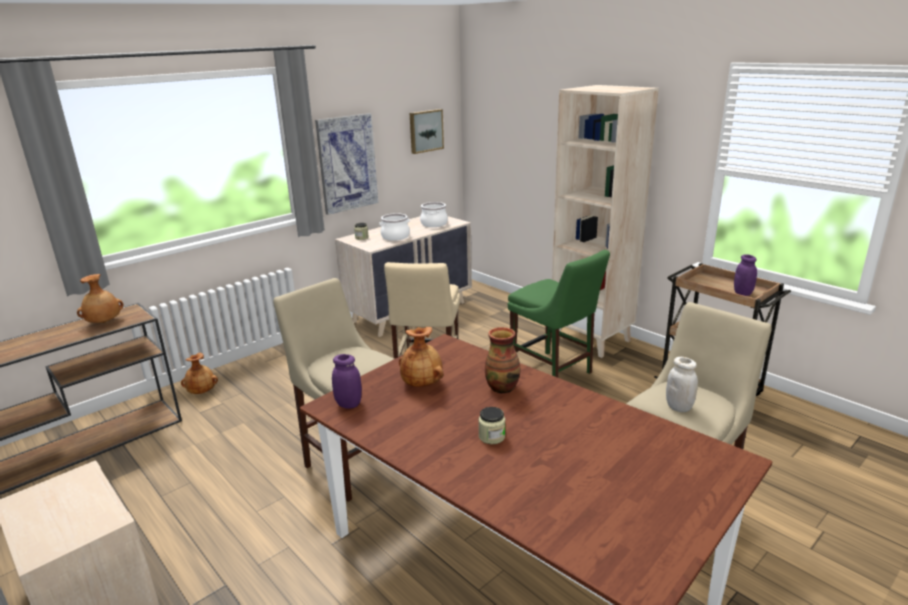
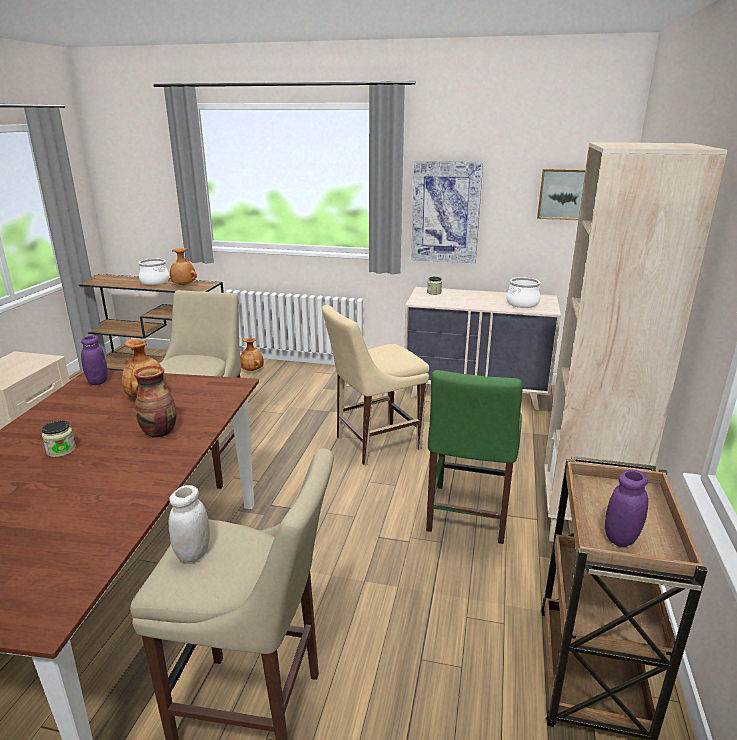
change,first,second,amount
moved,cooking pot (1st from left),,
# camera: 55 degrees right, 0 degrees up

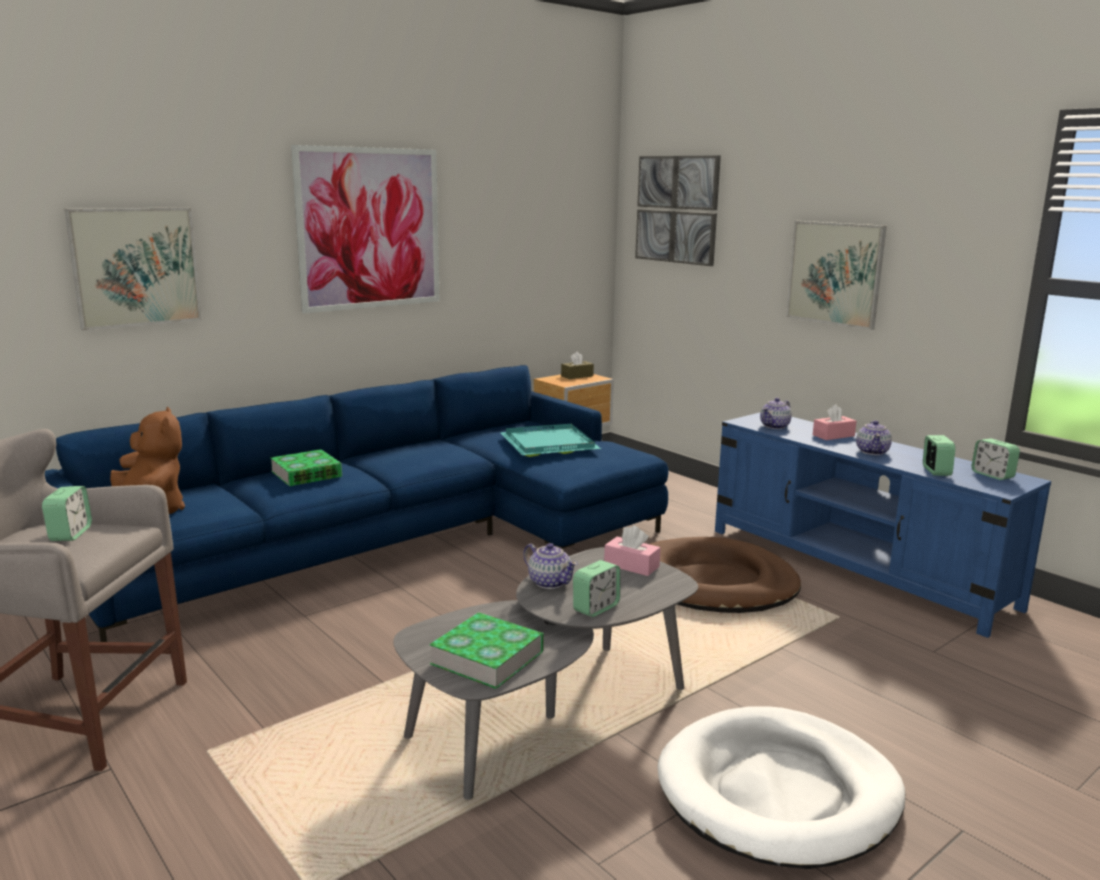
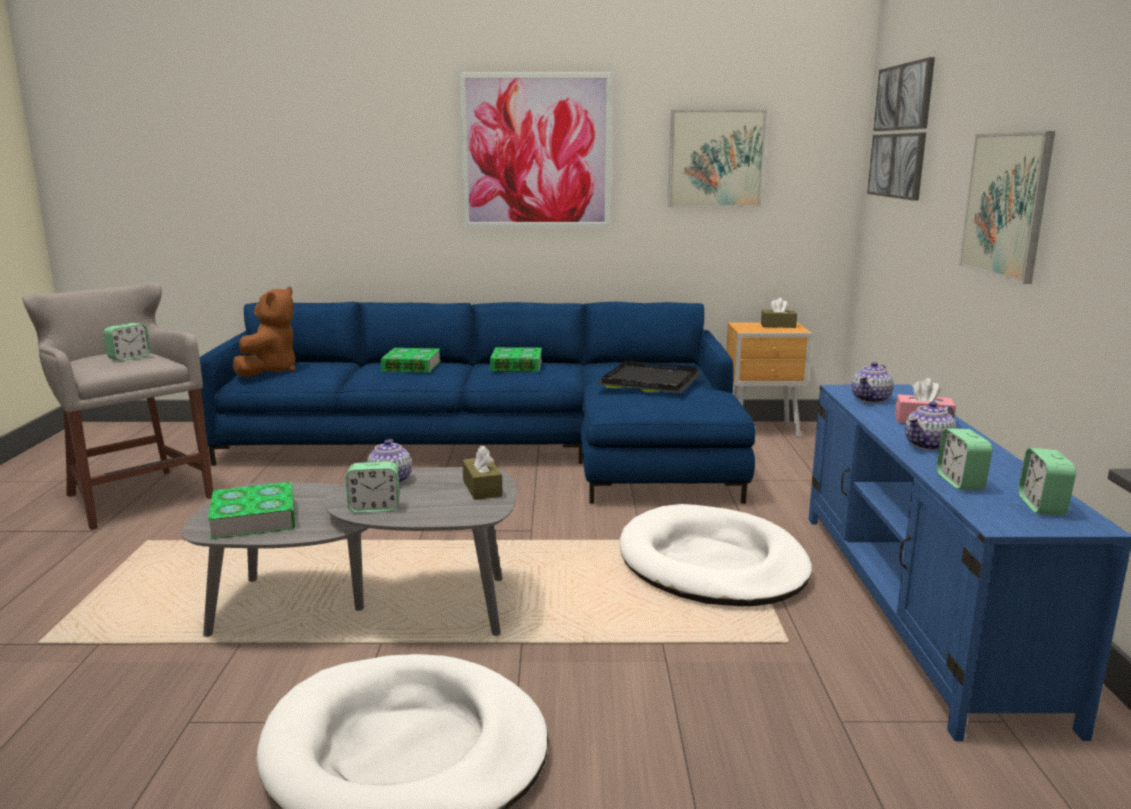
change,first,second,amount
moved,picture (1st from left in the first image),picture (2nd from left),
turned,teapot (2nd from left),,45 degrees counterclockwise
recoloured,tray in turquoise,tray in black,
turned,alarm clock (3rd from left),,135 degrees clockwise
recoloured,tissue box in pink (1st from left),tissue box in brown (1st from left),
recoloured,dog bed in brown,dog bed in white (2nd from left),
added,,book (3rd from left),
# camera: 40 degrees right, 0 degrees up

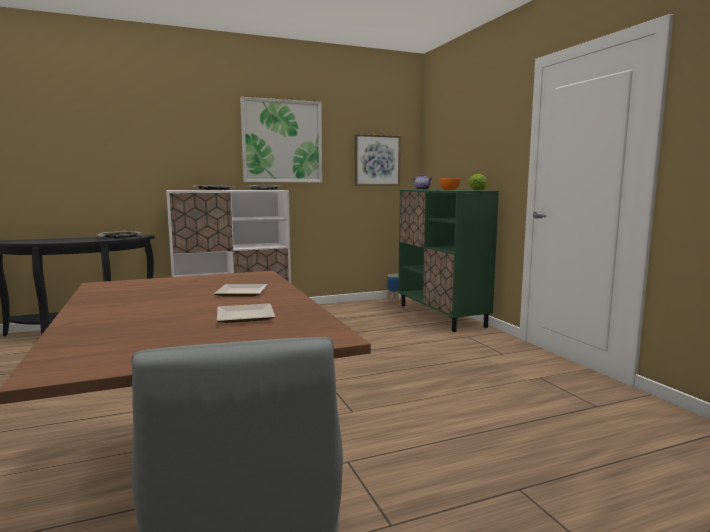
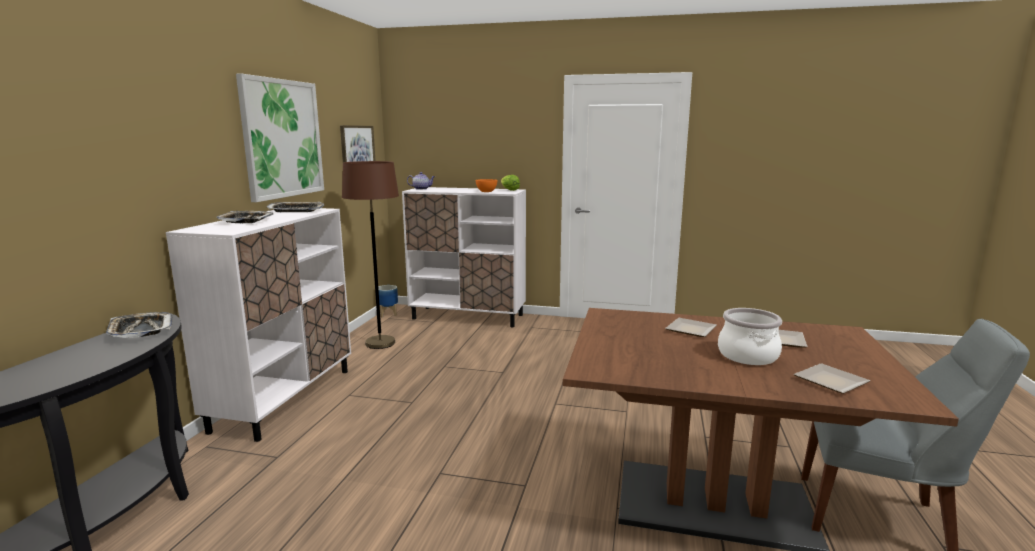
change,first,second,amount
recoloured,cabinet in green,cabinet in white (2nd from left),
added,,floor lamp in brown,
added,,cooking pot,
added,,plate (3rd from left),
# camera: 55 degrees left, 5 degrees up

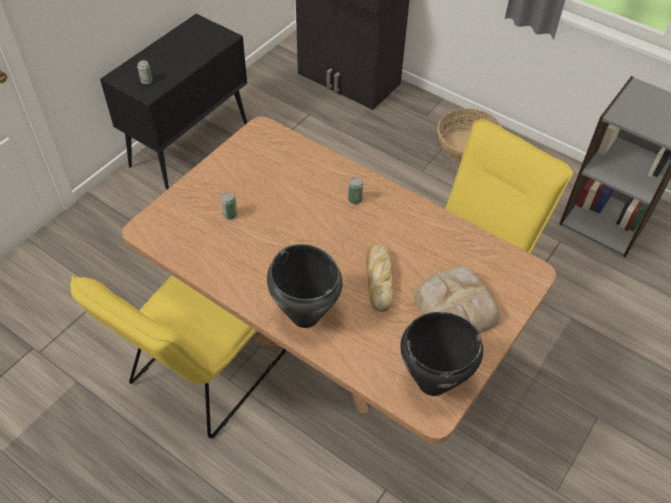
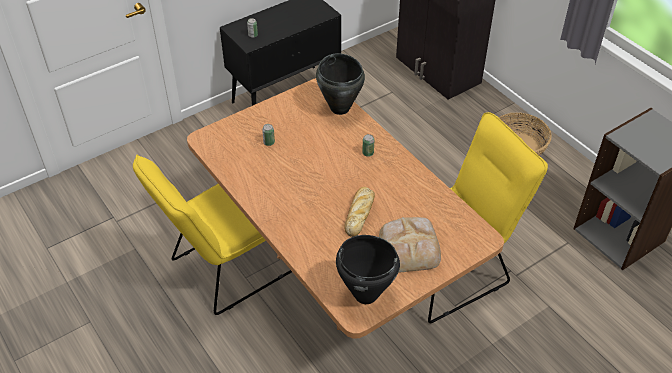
change,first,second,amount
moved,cooking pot in black (1st from left),,
# camera: 20 degrees right, 5 degrees down

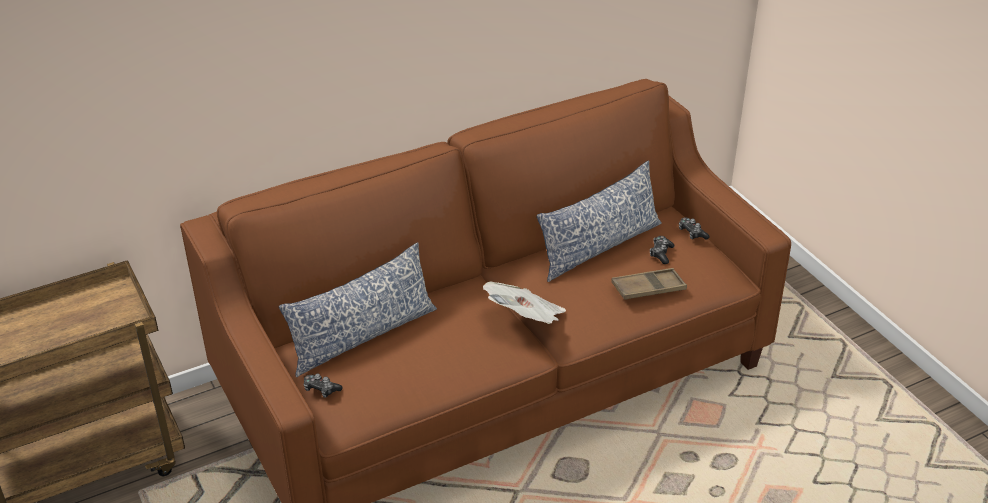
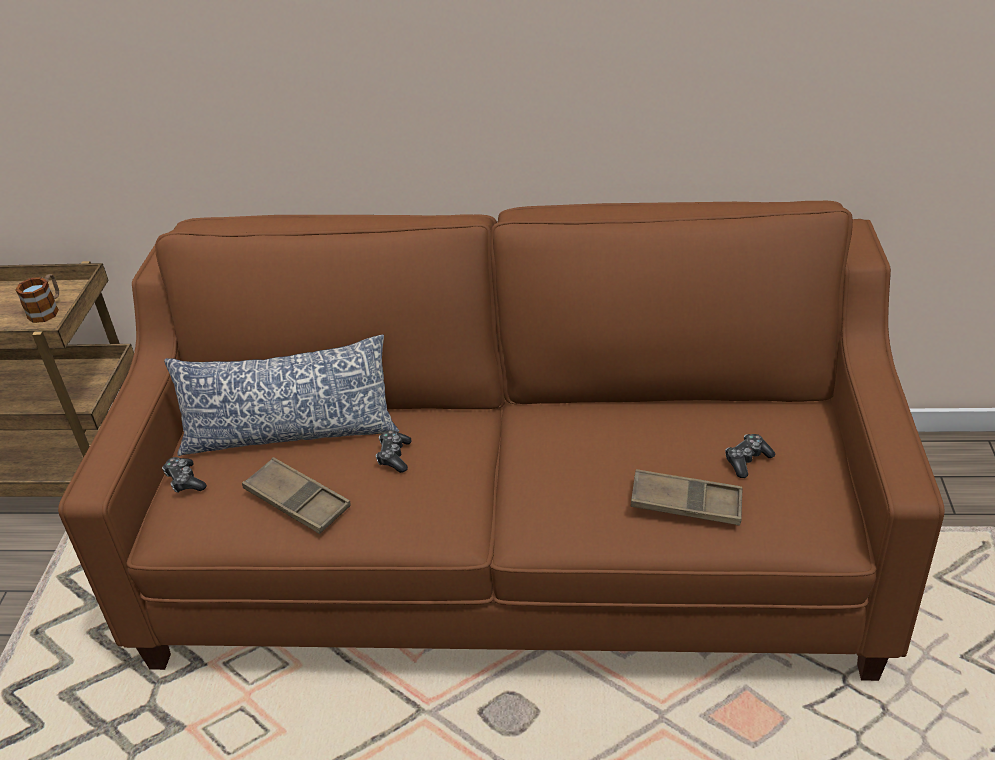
change,first,second,amount
removed,pillow (2nd from left),,
moved,game controller (3rd from left in the first image),game controller (2nd from left),
removed,newspaper,,
added,,mug,
added,,tray in brown (1st from left),
# camera: 35 degrees right, 0 degrees up

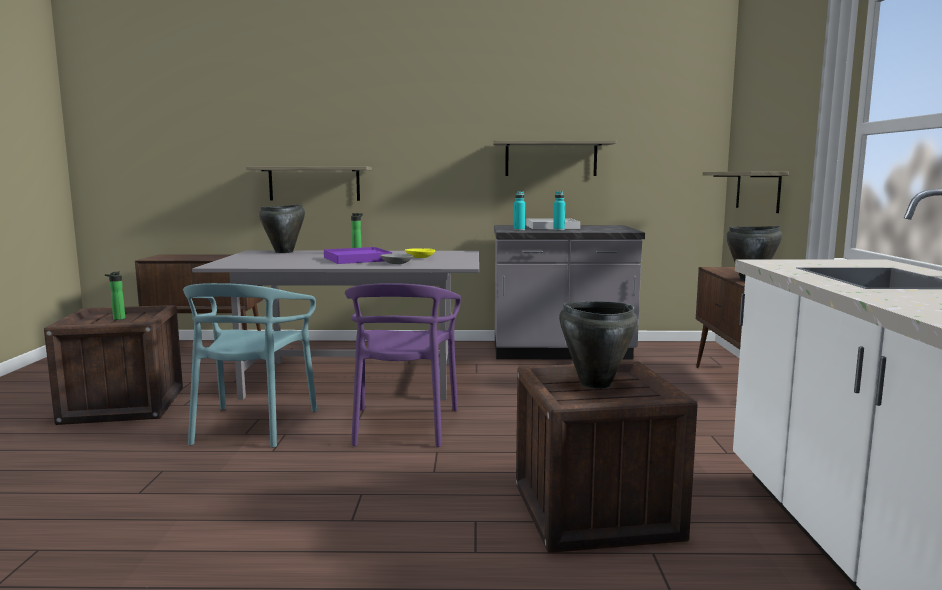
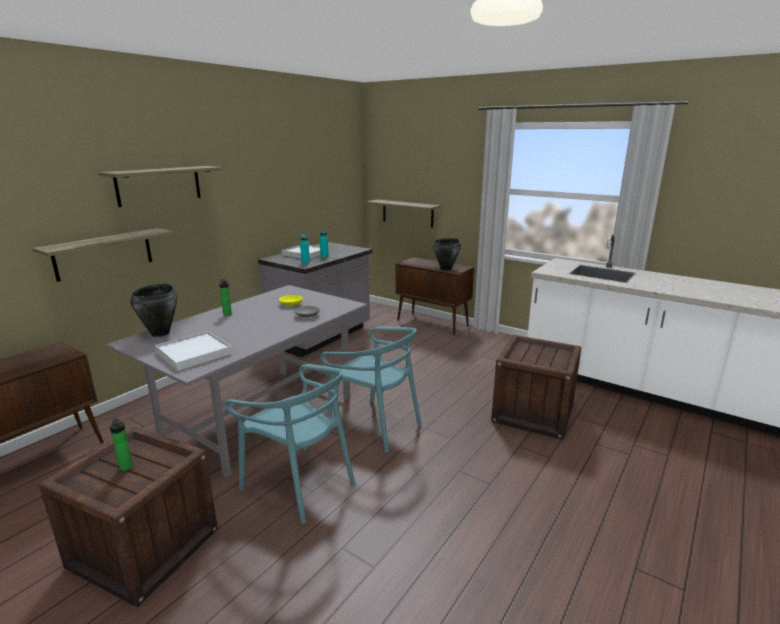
change,first,second,amount
moved,shelf (2nd from left),,
removed,tray in purple,,
recoloured,chair in purple,chair in turquoise (2nd from left),
removed,cooking pot in black (2nd from left),,
added,,tray in white (1st from left),
# camera: 55 degrees left, 10 degrees up

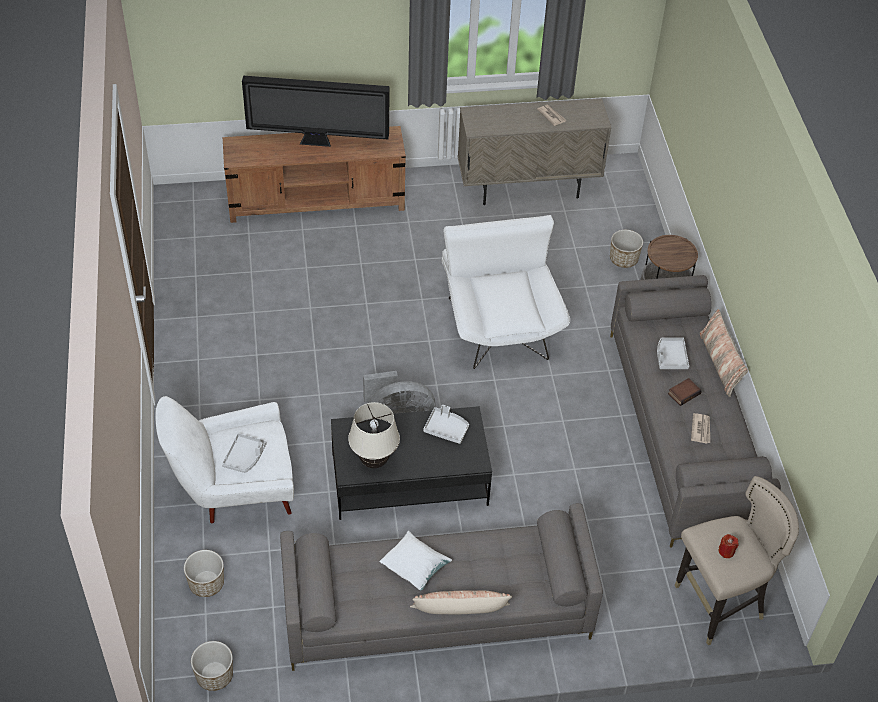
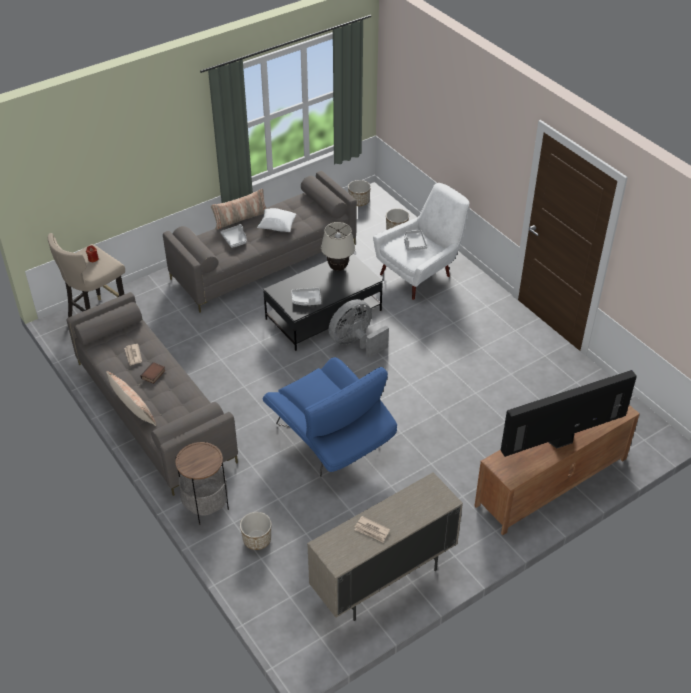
change,first,second,amount
recoloured,armchair in white (2nd from left),armchair in blue,
moved,tray in grey (3rd from left in the first image),tray in grey (1st from left),
# camera: 155 degrees right, 5 degrees down

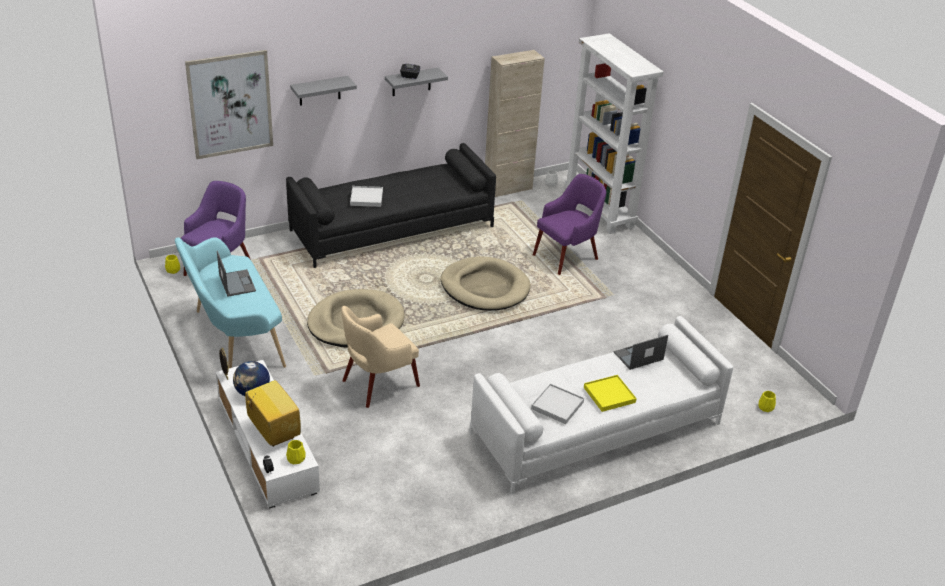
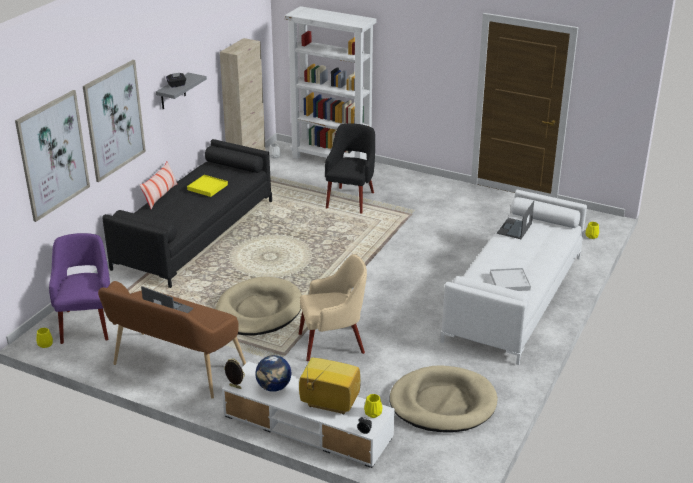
change,first,second,amount
replaced,shelf in grey (1st from left),picture (2nd from left),
recoloured,armchair in purple (2nd from left),armchair in black,
removed,tray in white (1st from left),,
recoloured,bench in turquoise,bench in brown,
moved,dog bed in beige (2nd from left),,
turned,armchair in beige,,120 degrees counterclockwise
moved,tray in yellow,,
added,,pillow,
# camera: 35 degrees left, 5 degrees down

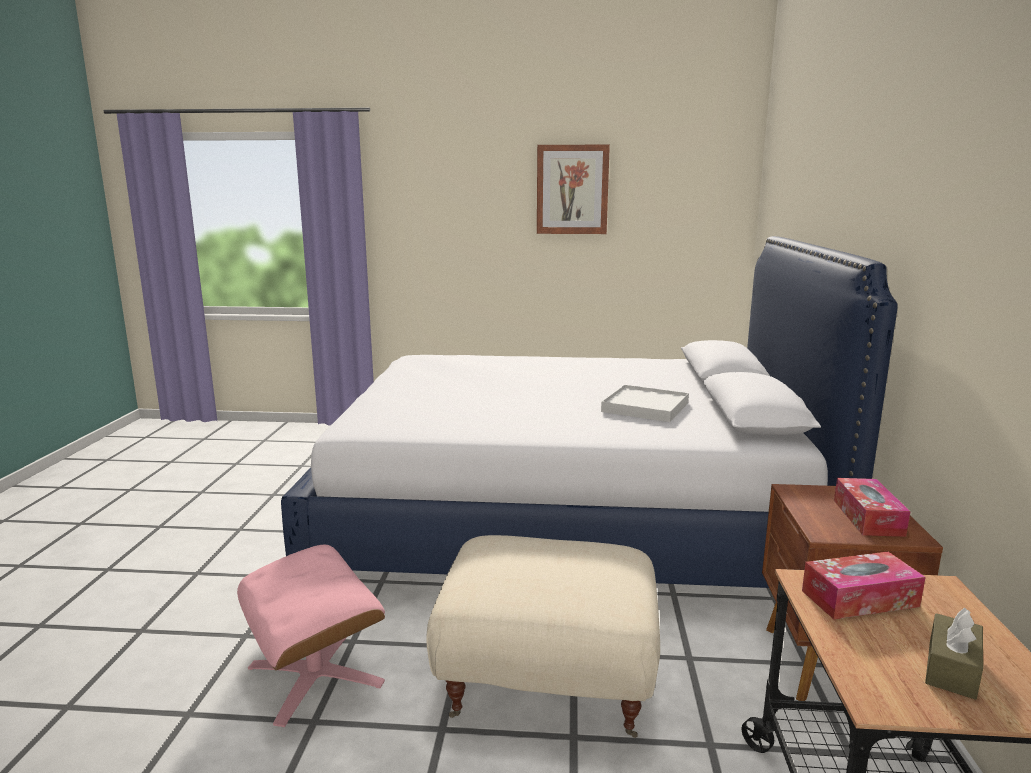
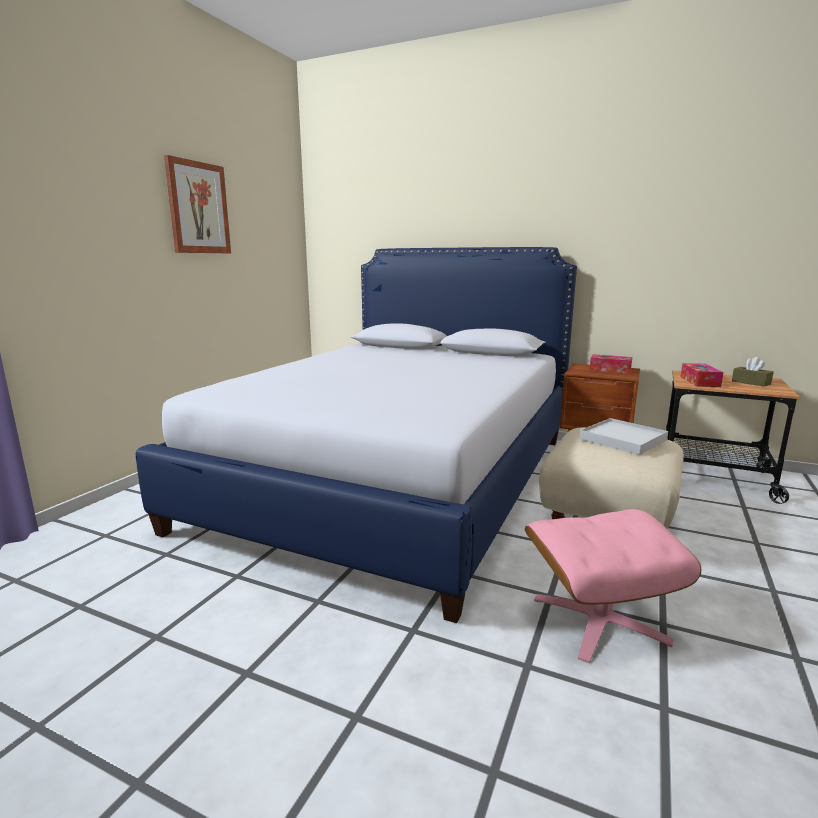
change,first,second,amount
moved,tray in white,,
# camera: 70 degrees left, 0 degrees up

